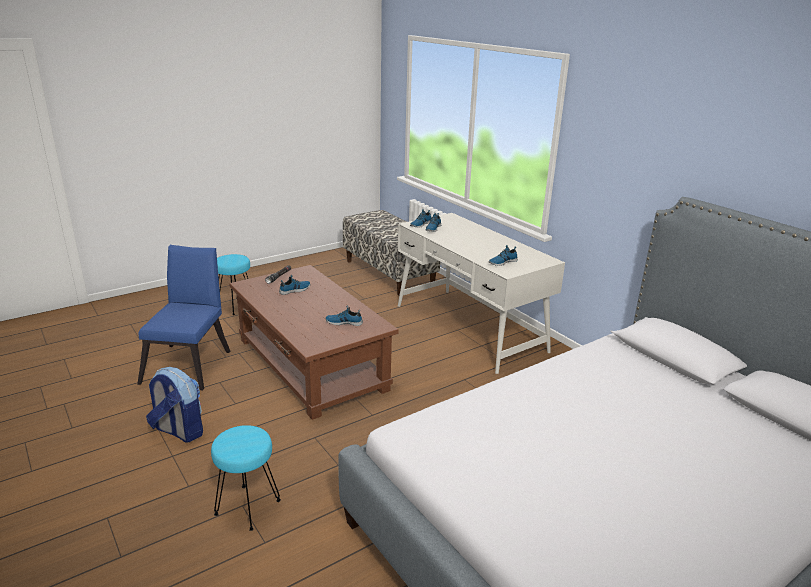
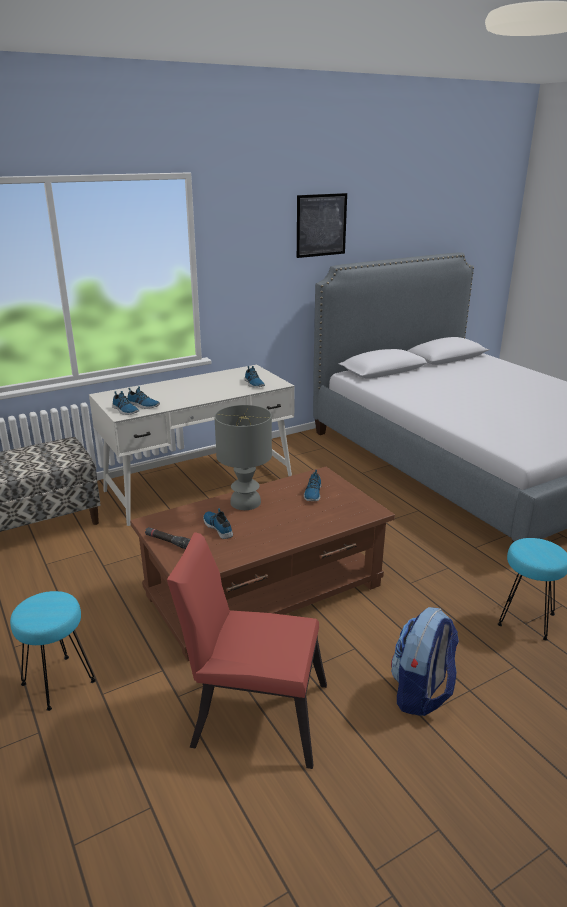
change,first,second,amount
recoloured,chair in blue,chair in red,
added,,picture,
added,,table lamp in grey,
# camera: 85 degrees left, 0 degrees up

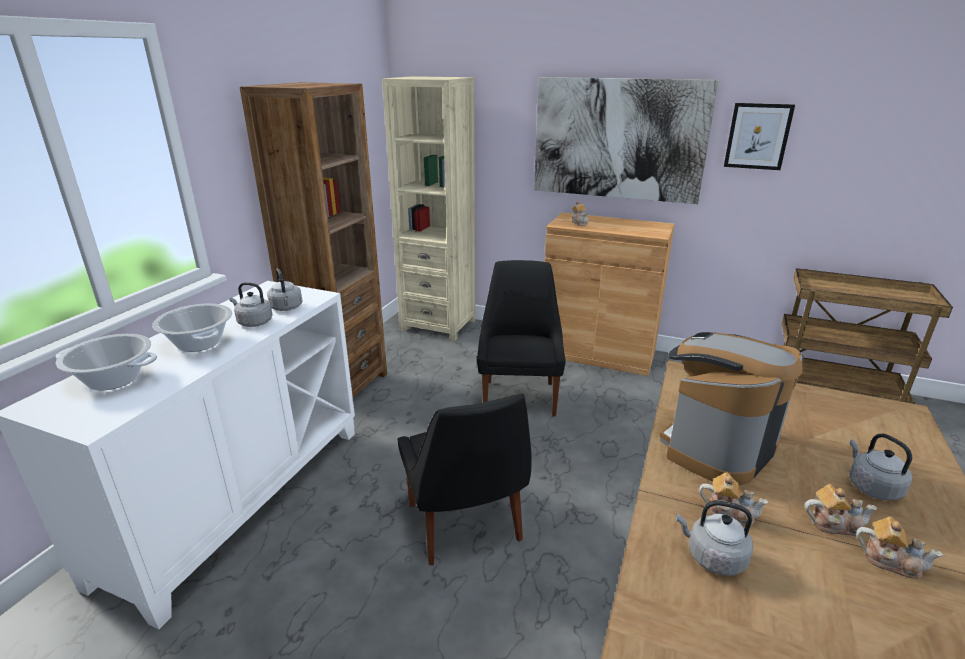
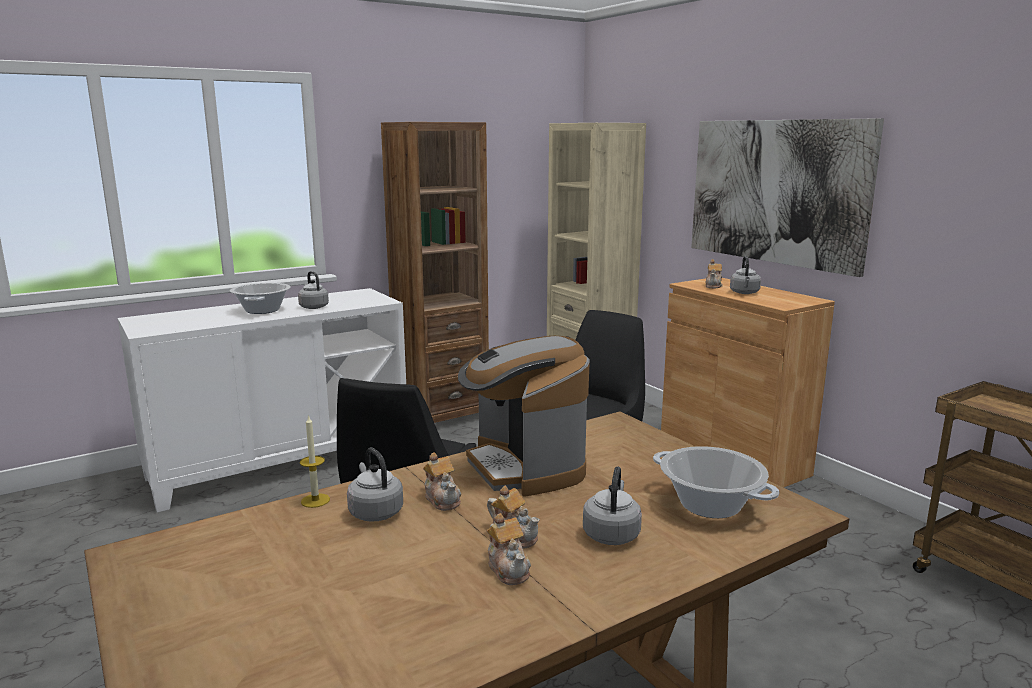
change,first,second,amount
removed,picture (2nd from left),,
moved,kettle in grey (2nd from left in the first image),kettle in grey (4th from left),
turned,coffee machine,,105 degrees counterclockwise
moved,cooking pot (1st from left in the first image),cooking pot (2nd from left),
added,,candle,
# camera: 35 degrees right, 10 degrees down

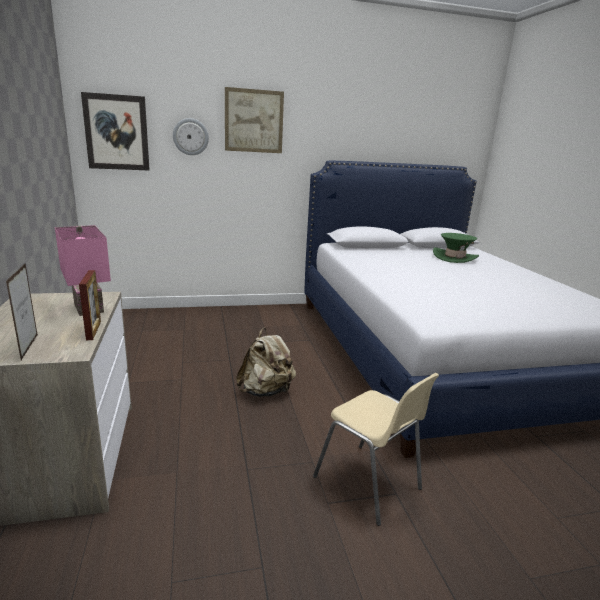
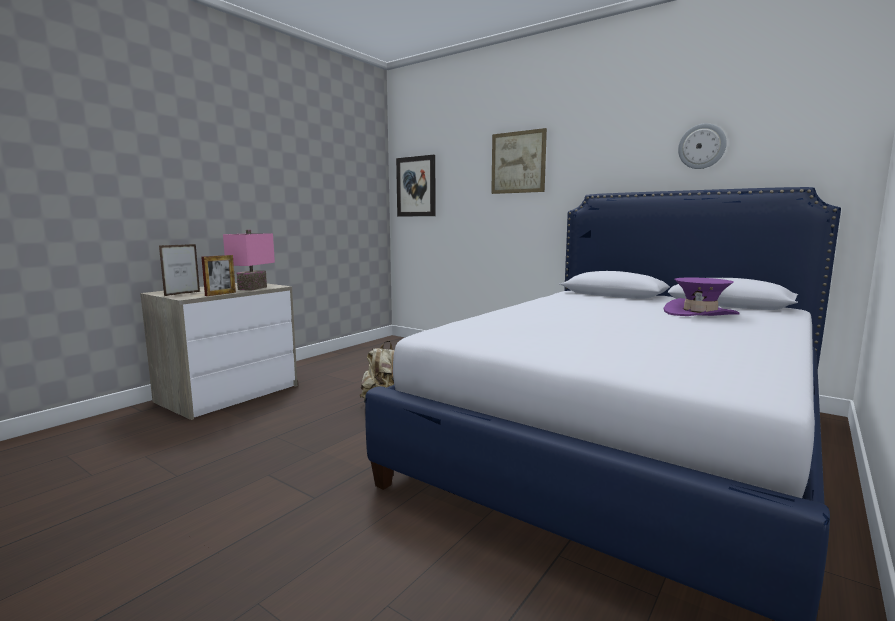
change,first,second,amount
moved,wall clock,,
recoloured,hat in green,hat in purple,
removed,chair in beige,,
# camera: 50 degrees right, 10 degrees down

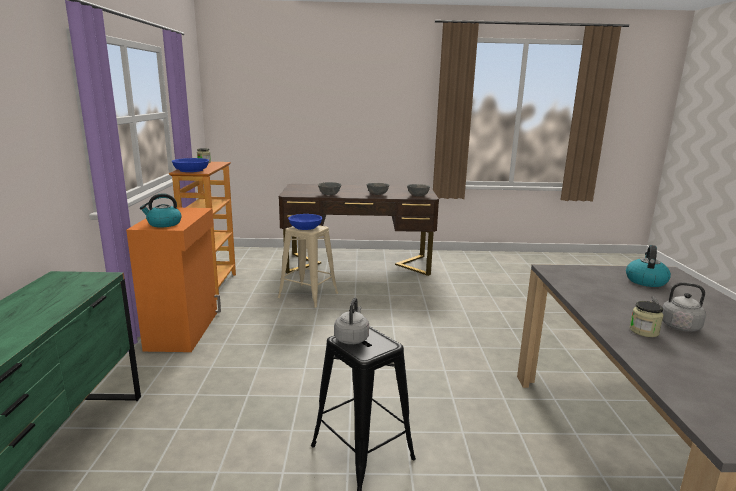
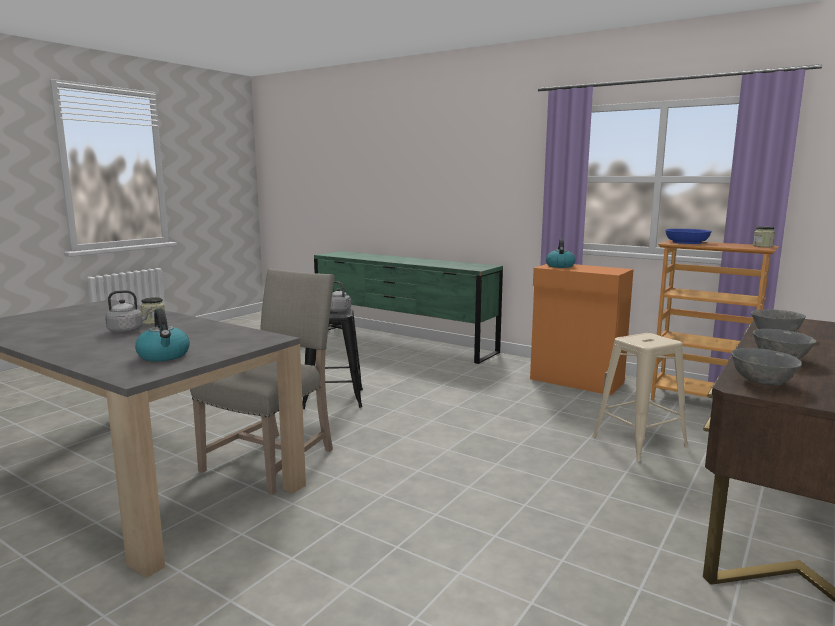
change,first,second,amount
removed,bowl in blue (2nd from left),,
added,,chair in beige,
# camera: 125 degrees right, 5 degrees down

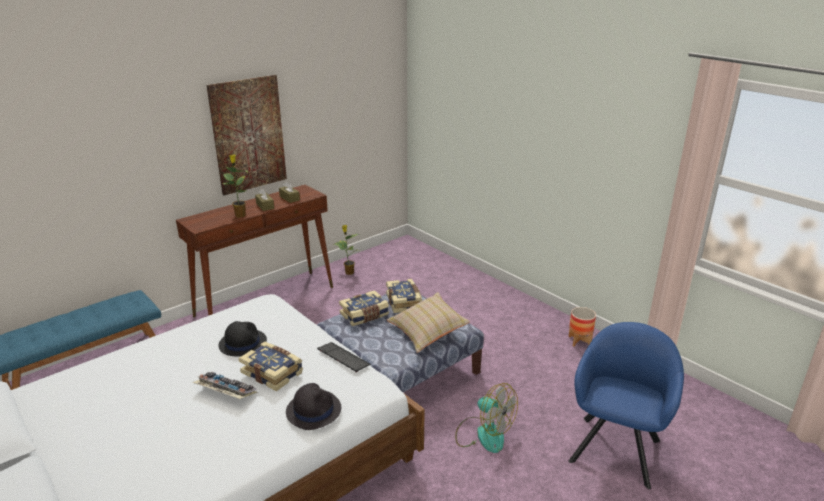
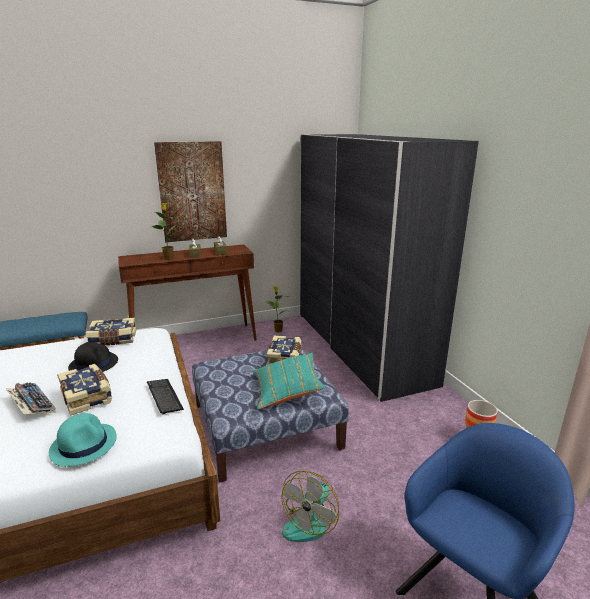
change,first,second,amount
moved,book (2nd from left),,
recoloured,pillow in beige,pillow in turquoise,
recoloured,hat in black (2nd from left),hat in turquoise,
turned,fan,,60 degrees clockwise
added,,wardrobe in grey,
# camera: 20 degrees right, 5 degrees down

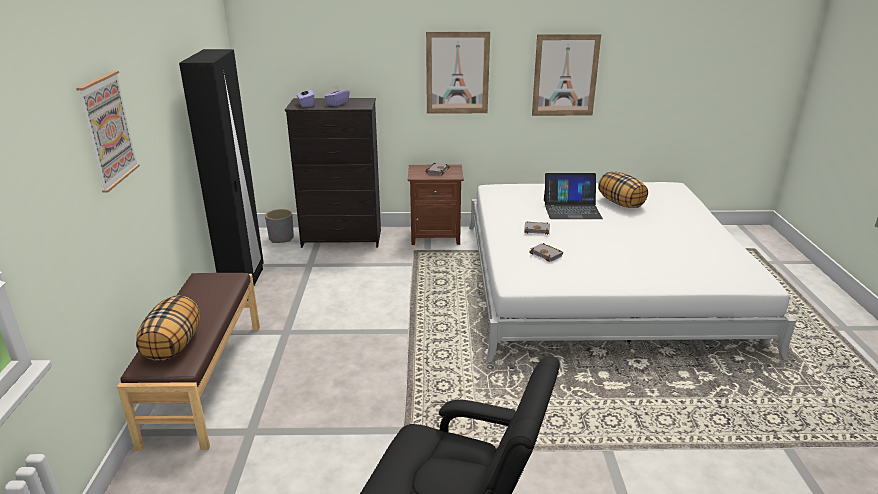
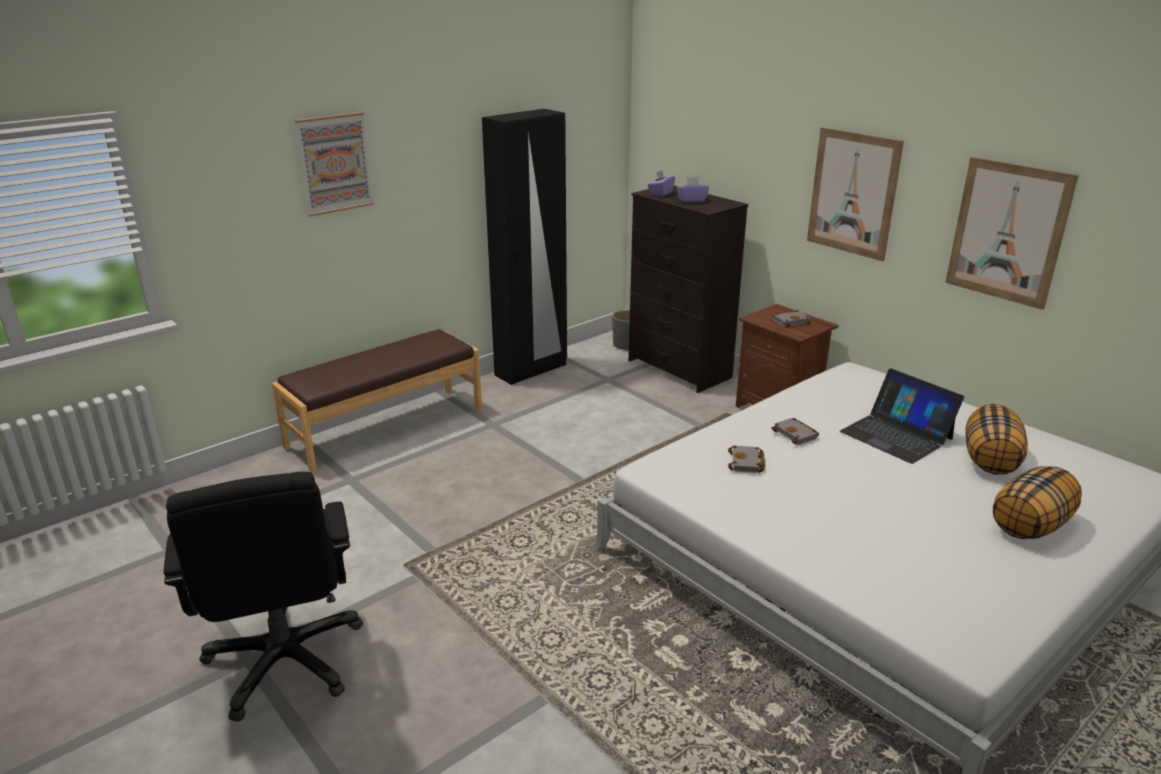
change,first,second,amount
moved,pillow (1st from left in the first image),pillow (2nd from left),
# camera: 50 degrees right, 0 degrees up

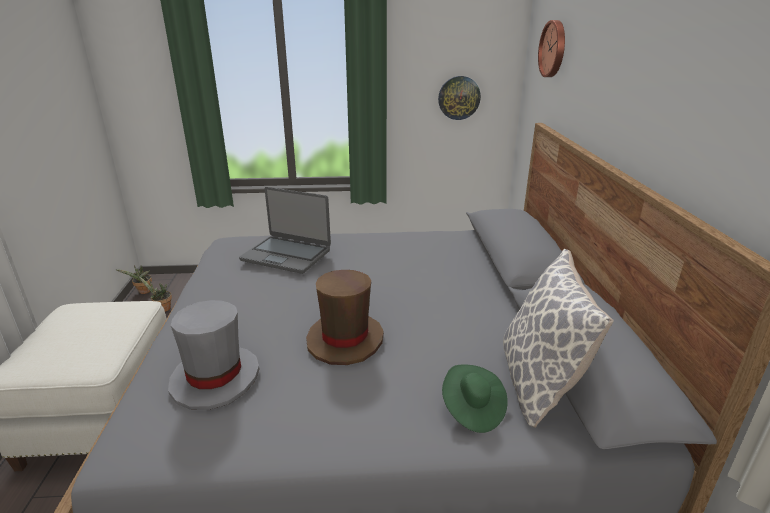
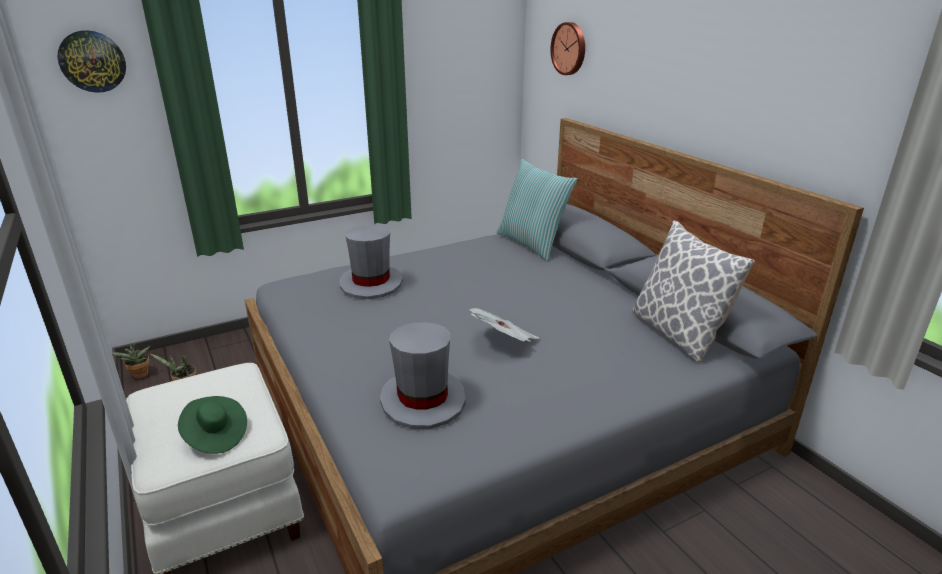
change,first,second,amount
moved,wall clock (1st from left),,
replaced,laptop,hat in grey (1st from left),
replaced,hat in brown,newspaper,
moved,hat in green,,
added,,pillow (1st from left),
# camera: 25 degrees left, 0 degrees up

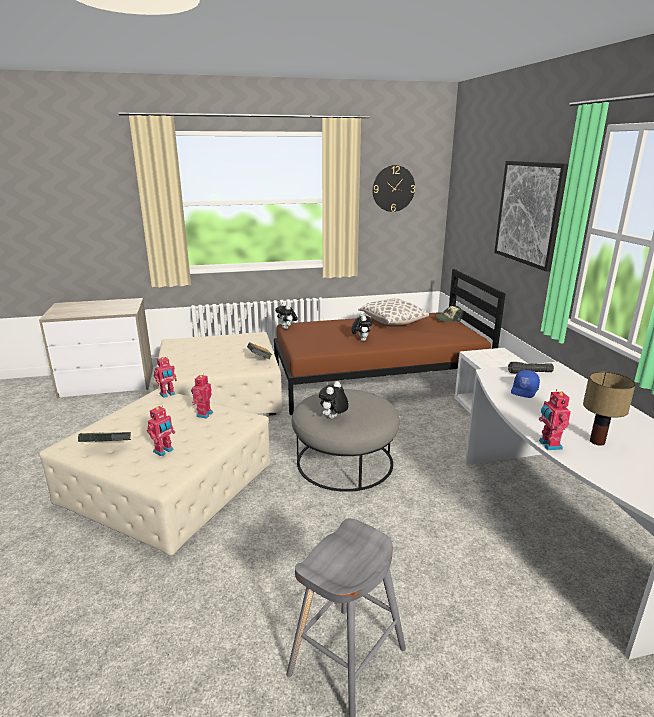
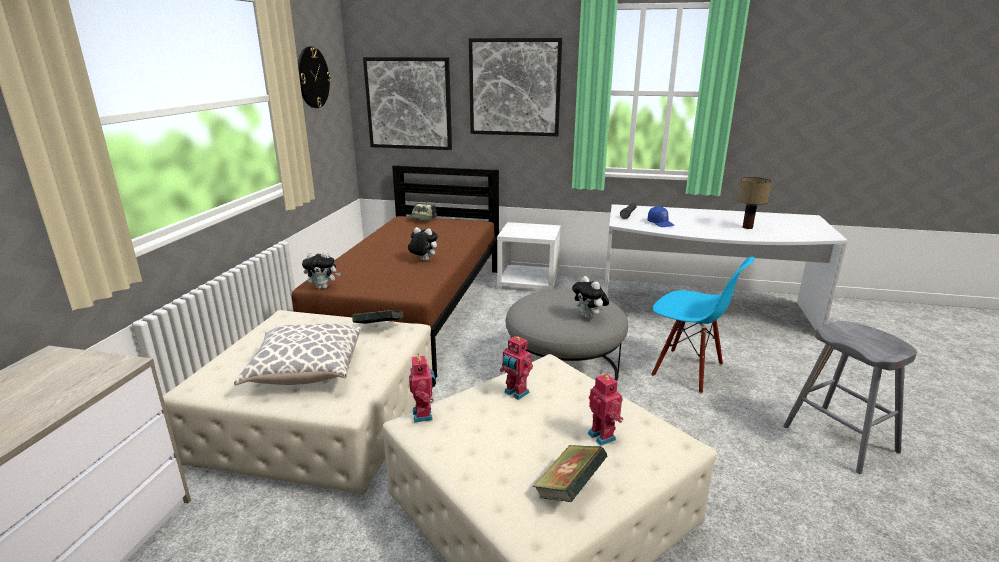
change,first,second,amount
moved,pillow,,
removed,toy robot (4th from left),,
added,,picture (1st from left),
added,,chair in blue,
# camera: 65 degrees left, 0 degrees up

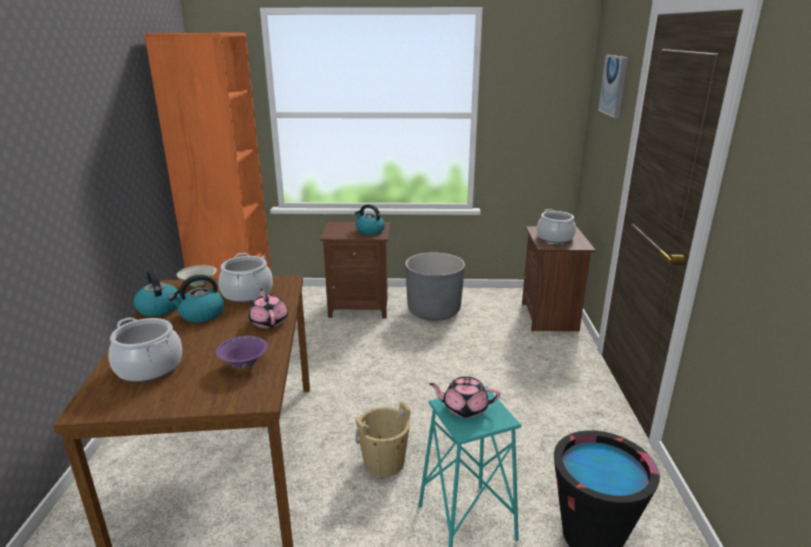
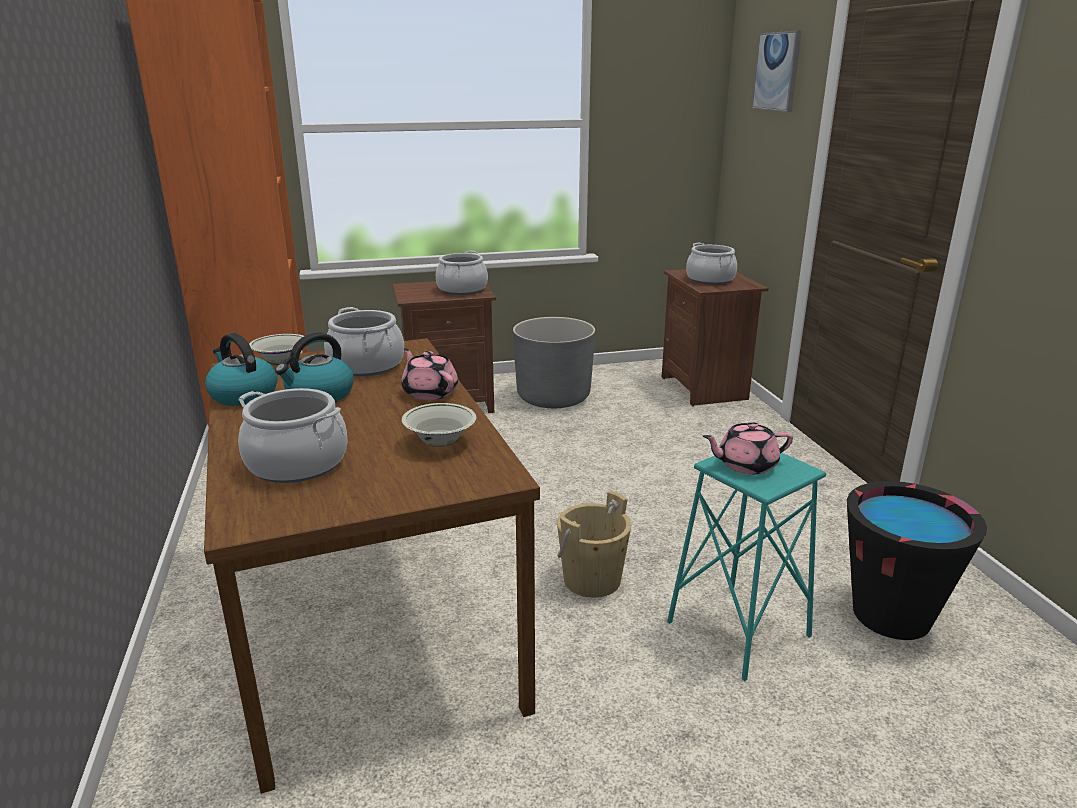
change,first,second,amount
replaced,kettle (3rd from left),cooking pot (3rd from left),
recoloured,bowl in purple,bowl in white (2nd from left),
# camera: 15 degrees left, 0 degrees up

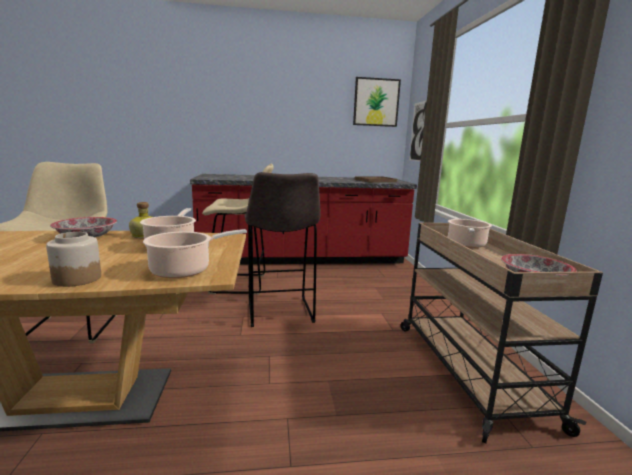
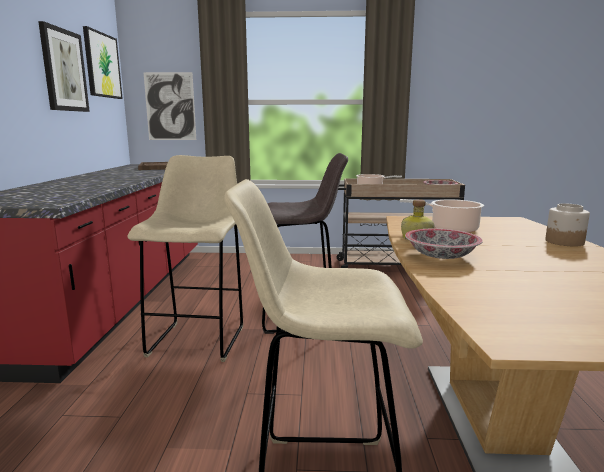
change,first,second,amount
removed,cooking pot (2nd from left),,
added,,picture (1st from left),
# camera: 80 degrees left, 0 degrees up

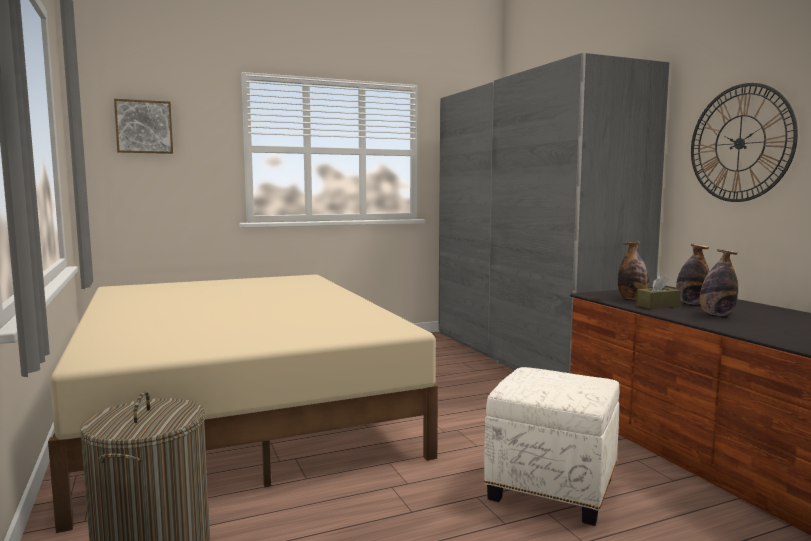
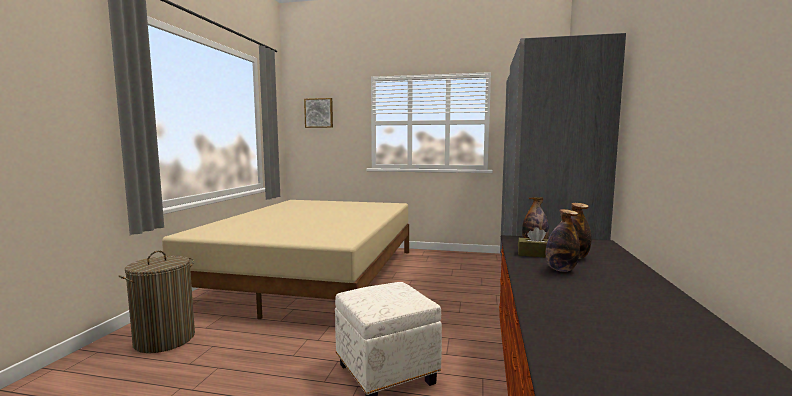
change,first,second,amount
removed,wall clock,,
# camera: 35 degrees right, 0 degrees up

